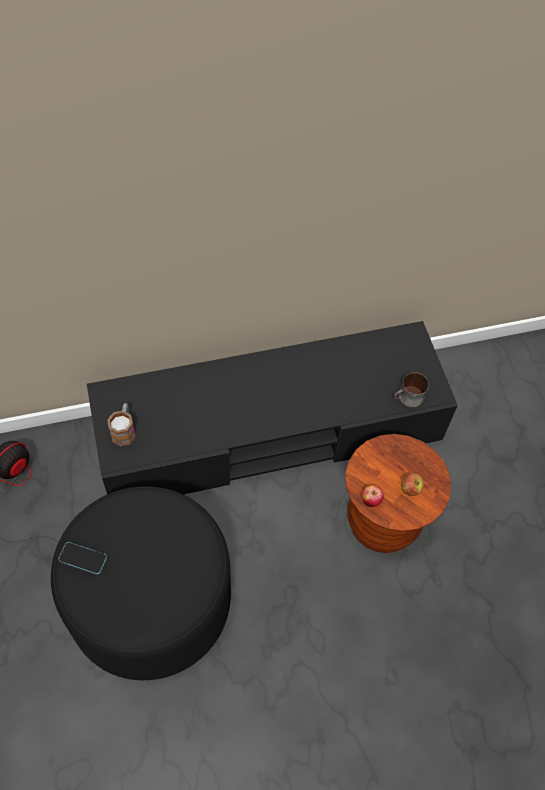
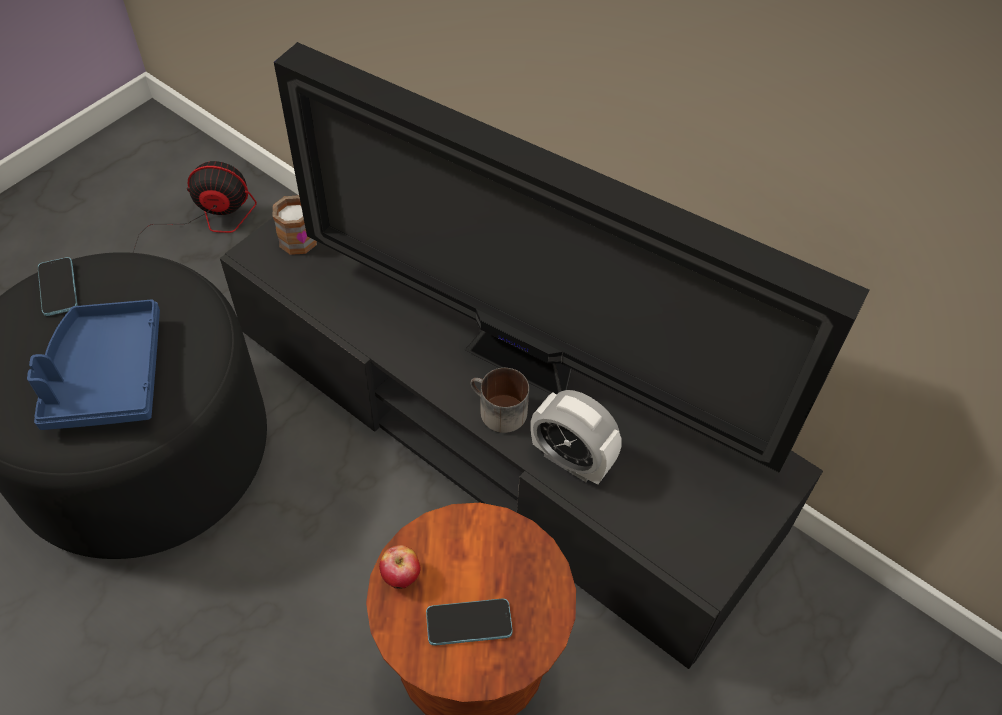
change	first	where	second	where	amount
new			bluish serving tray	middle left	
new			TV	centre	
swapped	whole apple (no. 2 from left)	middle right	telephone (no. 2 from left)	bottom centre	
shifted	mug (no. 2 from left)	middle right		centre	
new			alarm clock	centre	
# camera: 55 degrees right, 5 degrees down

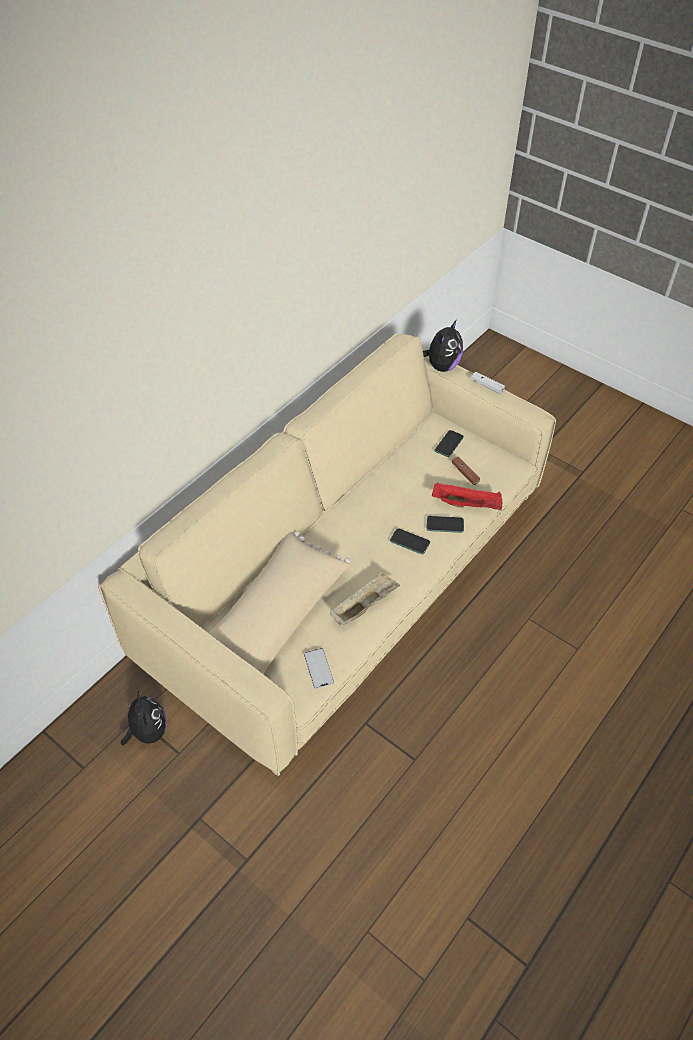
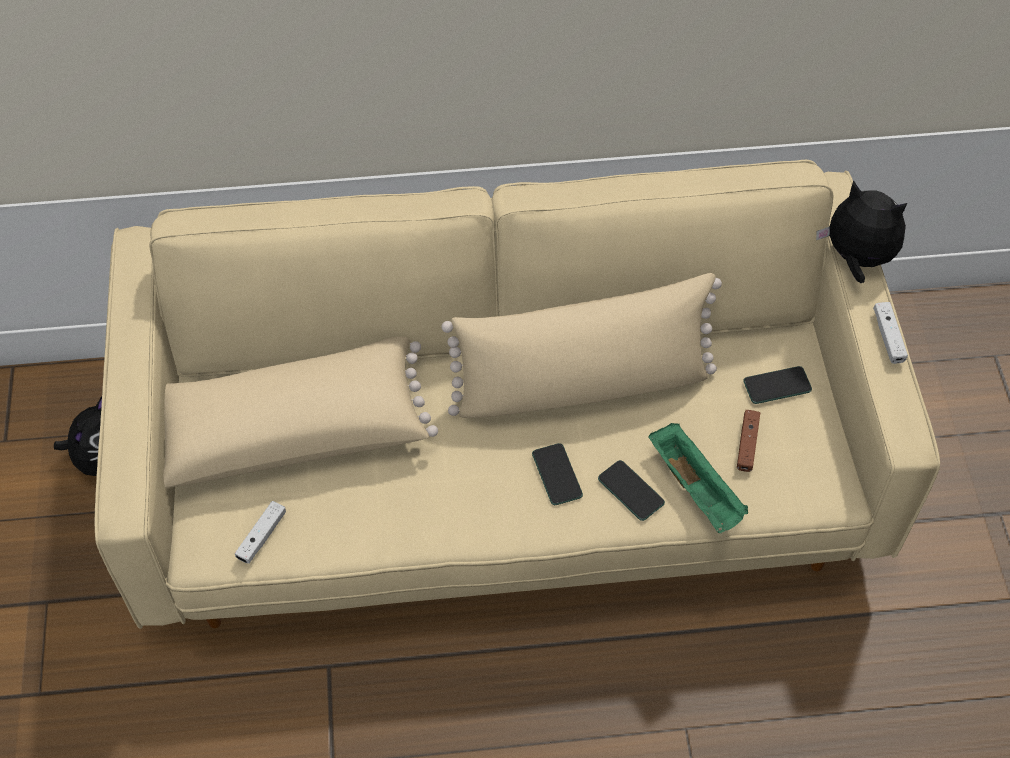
change	first	where	second	where	amount
swapped	telephone (no. 1 from left)	centre	white gamepad (no. 1 from left)	bottom left	
new			beige-coloured pillow (no. 2 from left)	centre	
repainted	red-coloured serving tray	middle right	greenish serving tray	middle right	
rotated	plush toy (no. 2 from left)	top centre		top right	135 degrees counterclockwise
gone	beige-coloured serving tray	centre			
# camera: 45 degrees right, 5 degrees up

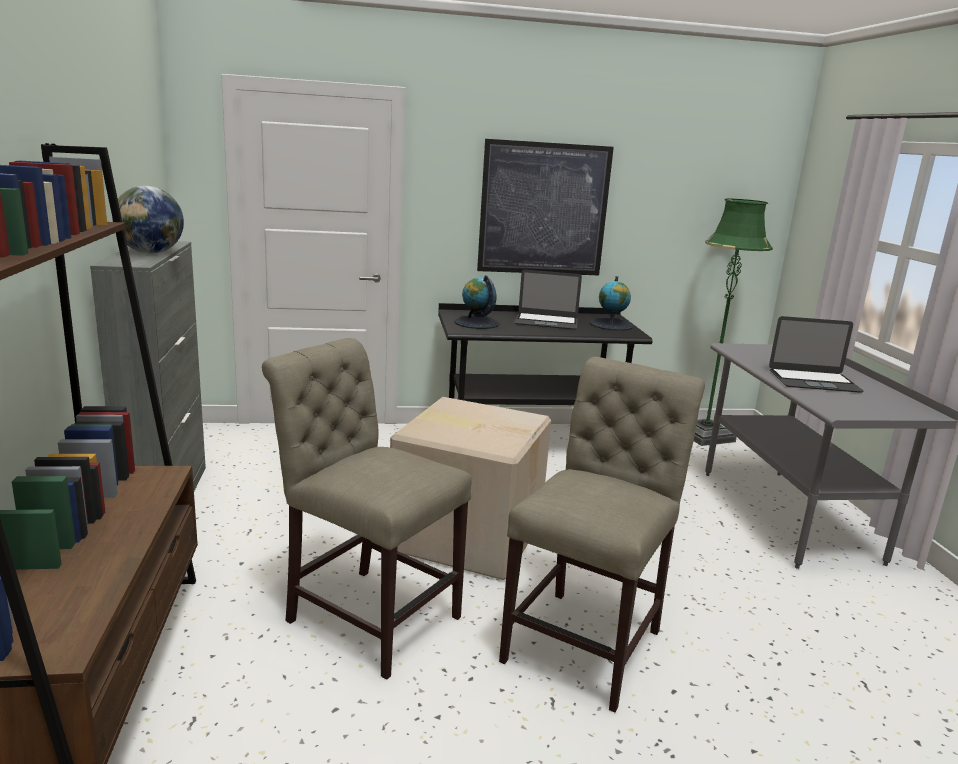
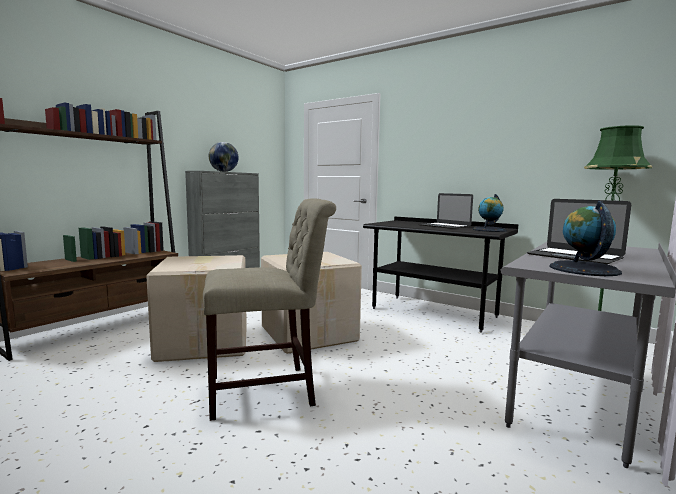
change	first	where	second	where	amount
swapped	beige-coloured upright chair (no. 1 from left)	centre	cardboard box (no. 1 from left)	middle left	
shifted	world globe (no. 2 from left in the first image)	centre	world globe (no. 3 from left)	middle right	
gone	wall art	top centre			
# camera: 45 degrees right, 10 degrees down

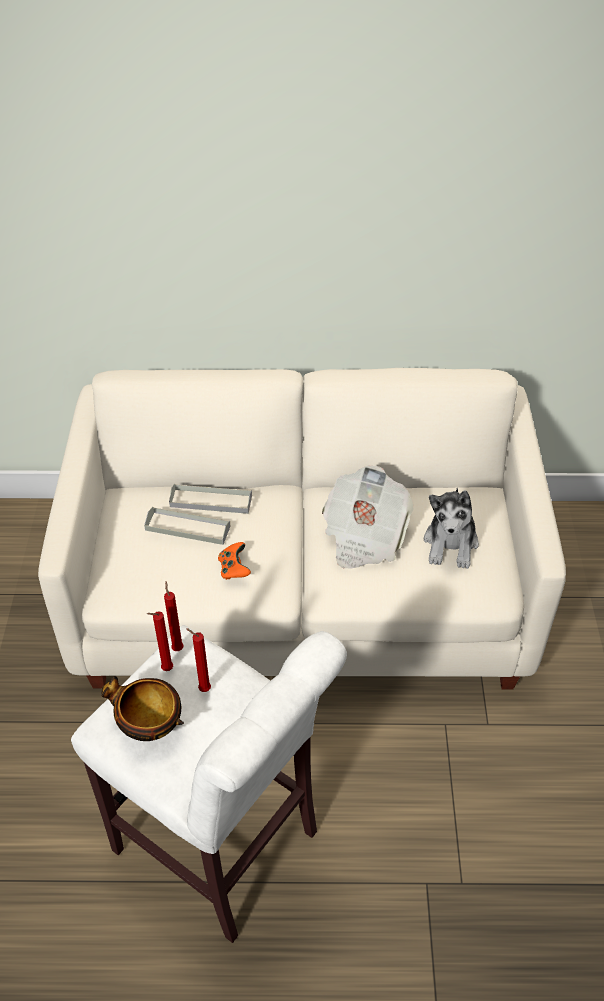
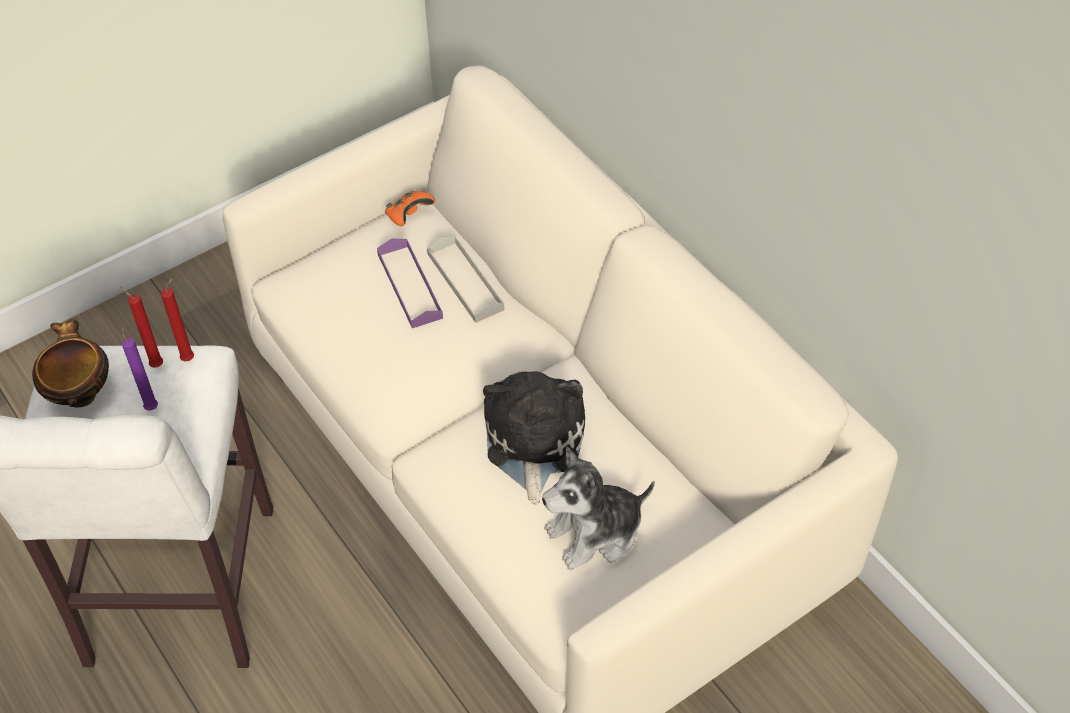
change	first	where	second	where	amount
repainted	red-coloured wax candle (no. 3 from left)	middle left	purple-coloured wax candle	middle left	
repainted	gray serving tray (no. 1 from left)	middle left	purple-coloured serving tray	centre	
shifted	orange-coloured gamepad	centre		top centre	
swapped	daily paper	centre	plush toy (no. 1 from left)	centre	
# camera: 55 degrees right, 5 degrees up

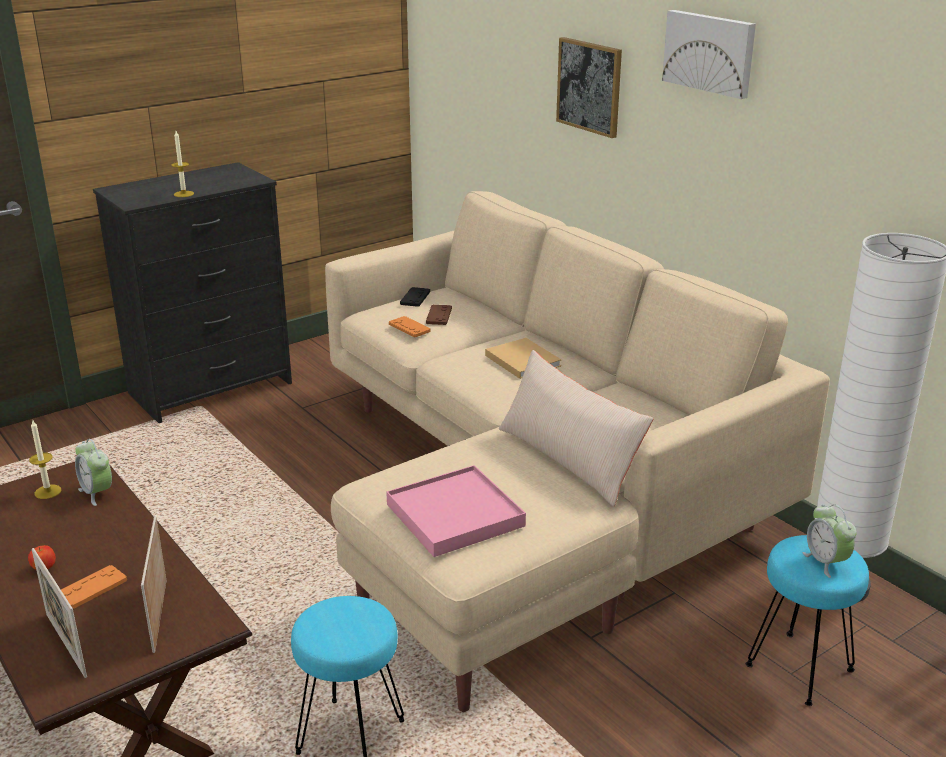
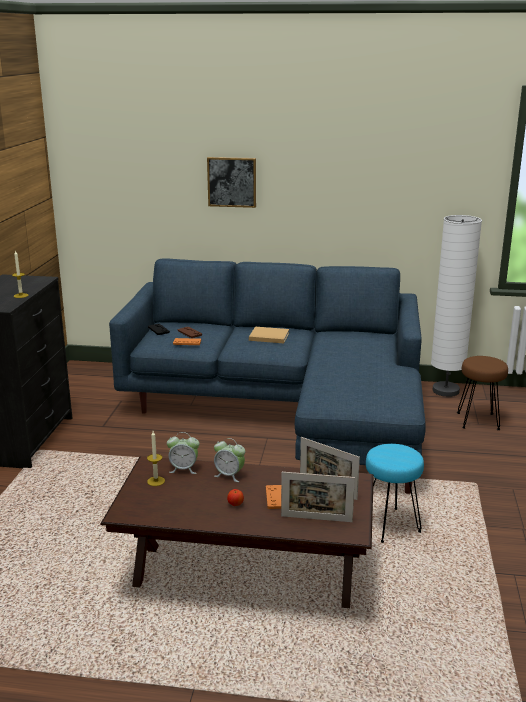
change	first	where	second	where	amount
repainted	beige-coloured sofa	centre	bluish sofa	centre	
shifted	alarm clock (no. 2 from left)	bottom right		centre	
repainted	blue-green stool (no. 2 from left)	bottom right	brown-coloured stool	middle right	
gone	pink serving tray	bottom centre			
gone	beige-coloured pillow	centre			
gone	wall art (no. 2 from left)	top right			
# camera: 45 degrees left, 5 degrees down

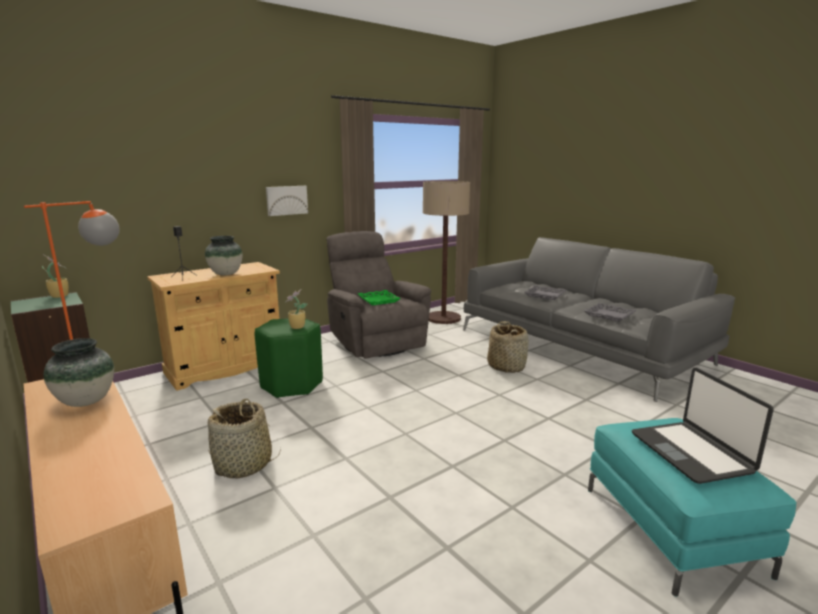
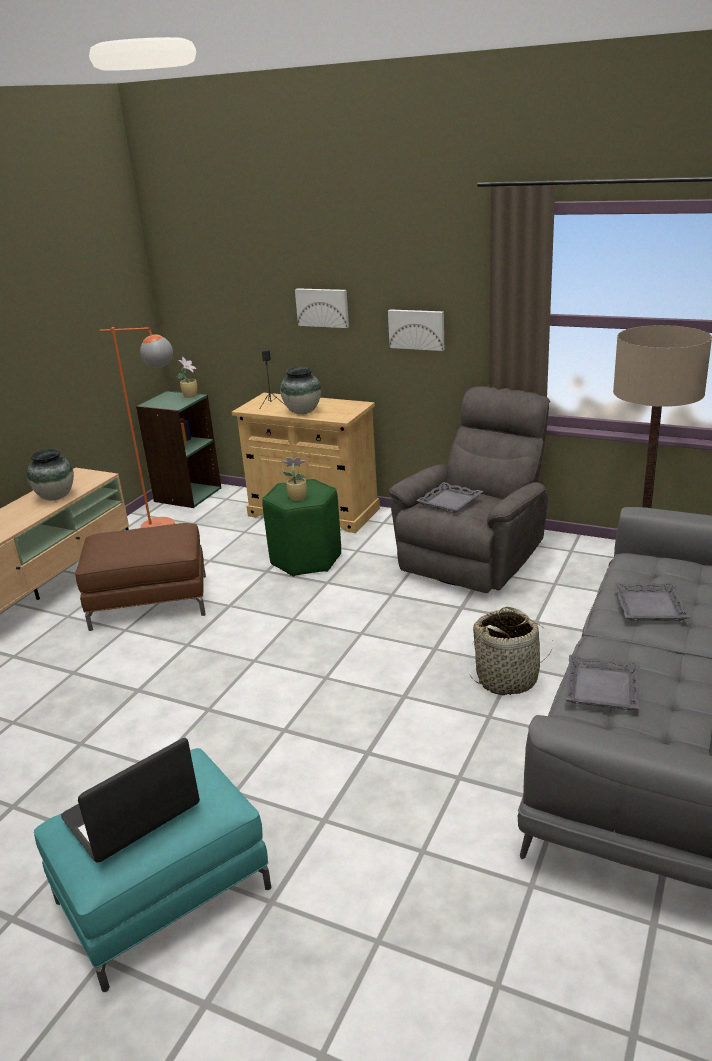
change	first	where	second	where	amount
swapped	storage basket (no. 1 from left)	bottom left	brown-coloured pouffe	middle left	
new			wall art (no. 1 from left)	top centre	
repainted	greenish serving tray	centre	gray serving tray (no. 1 from left)	centre	
# camera: 65 degrees right, 10 degrees up

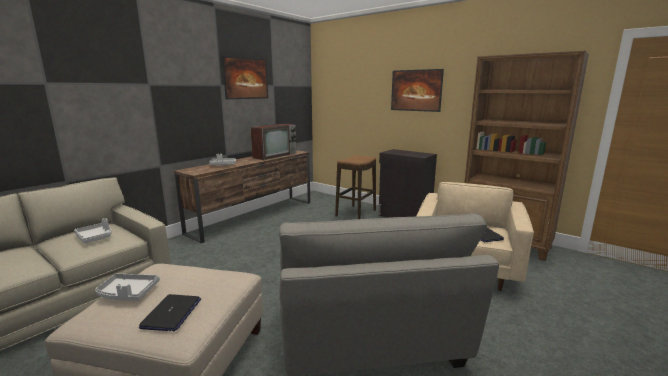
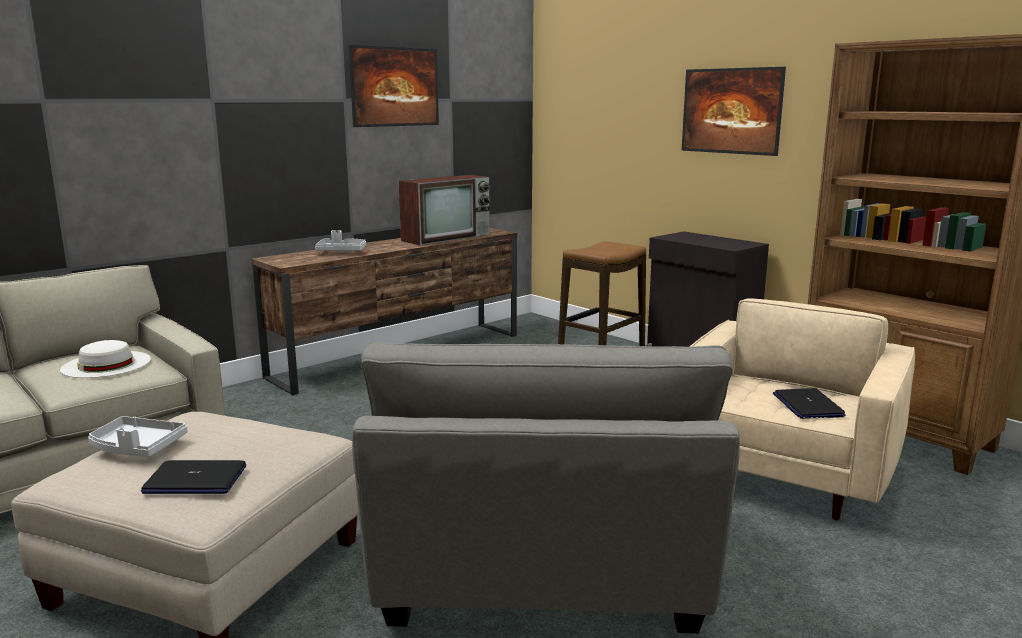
change	first	where	second	where	amount
swapped	gray serving tray (no. 1 from left)	middle left	white clothing hat	middle left	
rotated	portable computer (no. 1 from left)	bottom left		bottom left	75 degrees clockwise
# camera: 10 degrees right, 0 degrees up

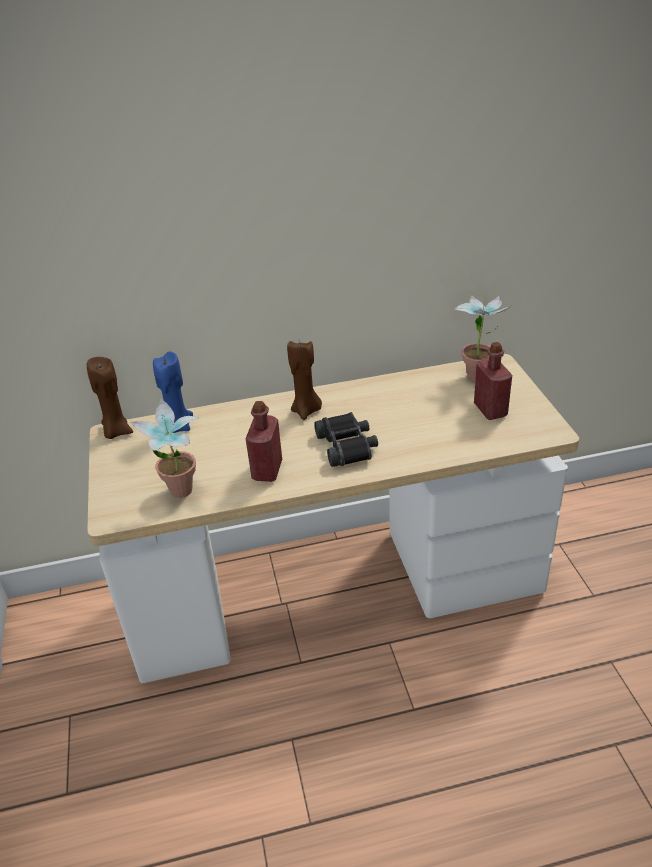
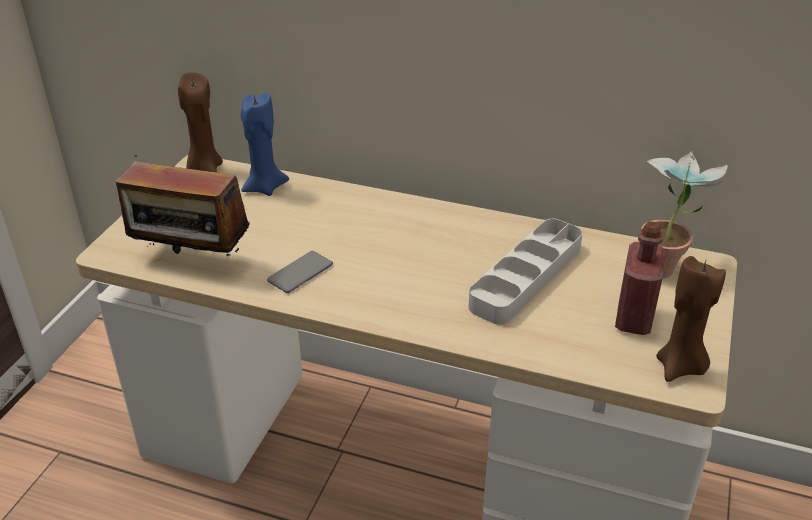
change	first	where	second	where	amount
swapped	plant in a pot (no. 1 from left)	middle left	radio	middle left	
swapped	red-coloured bottle (no. 1 from left)	centre	telephone	centre	
new			gray serving tray	centre	
shifted	brown-coloured wax candle (no. 2 from left)	centre		middle right	
gone	black pair of binoculars	centre			
# camera: 30 degrees right, 0 degrees up

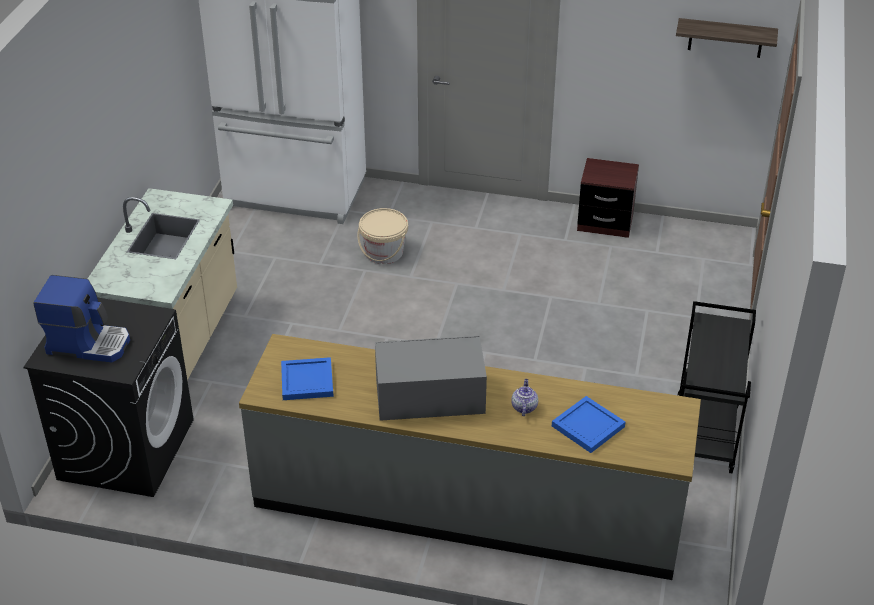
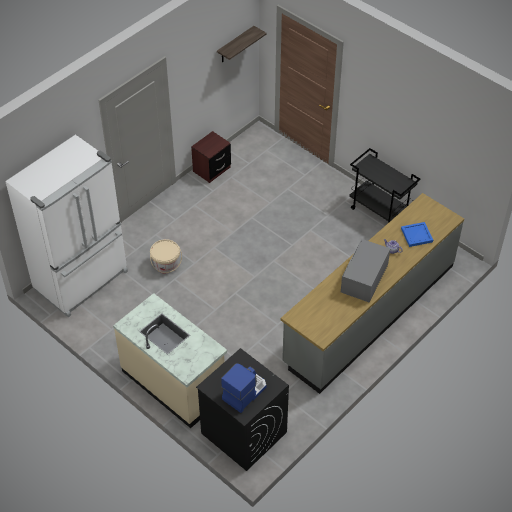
change	first	where	second	where	amount
gone	bluish serving tray (no. 1 from left)	centre			
# camera: 60 degrees left, 10 degrees up

